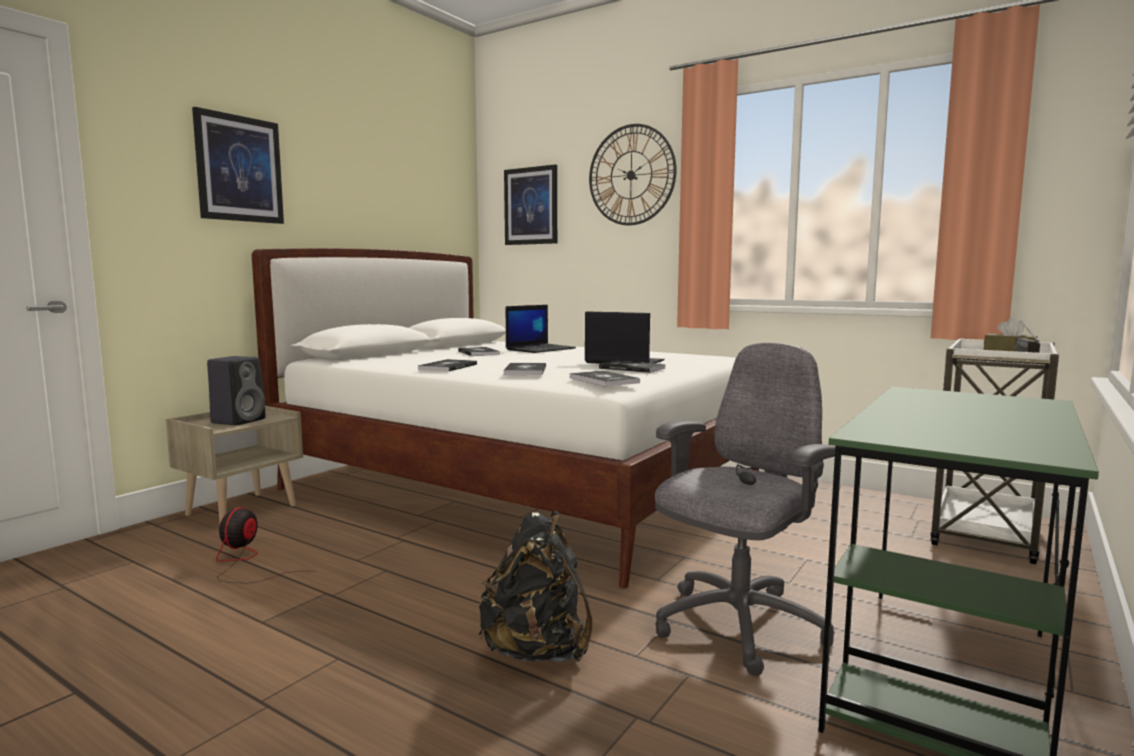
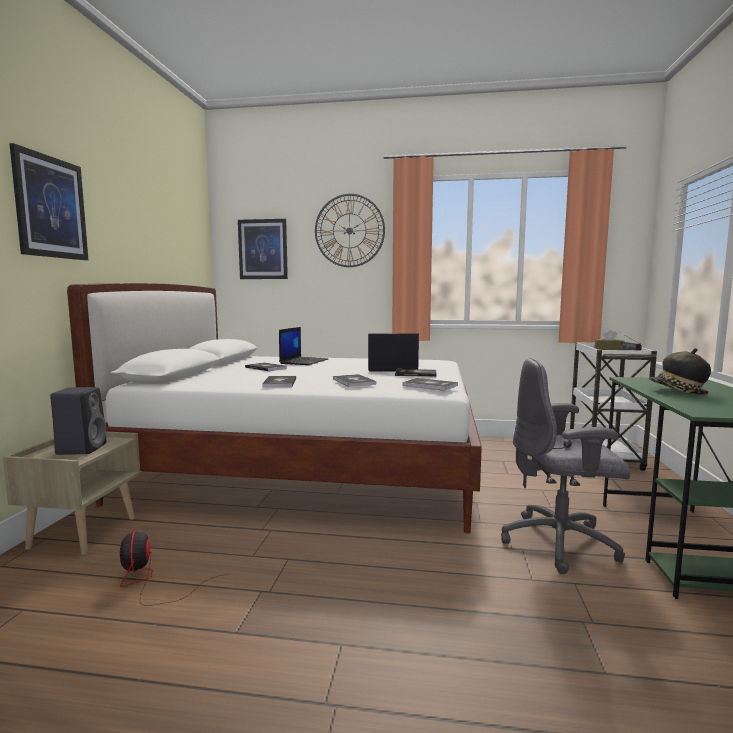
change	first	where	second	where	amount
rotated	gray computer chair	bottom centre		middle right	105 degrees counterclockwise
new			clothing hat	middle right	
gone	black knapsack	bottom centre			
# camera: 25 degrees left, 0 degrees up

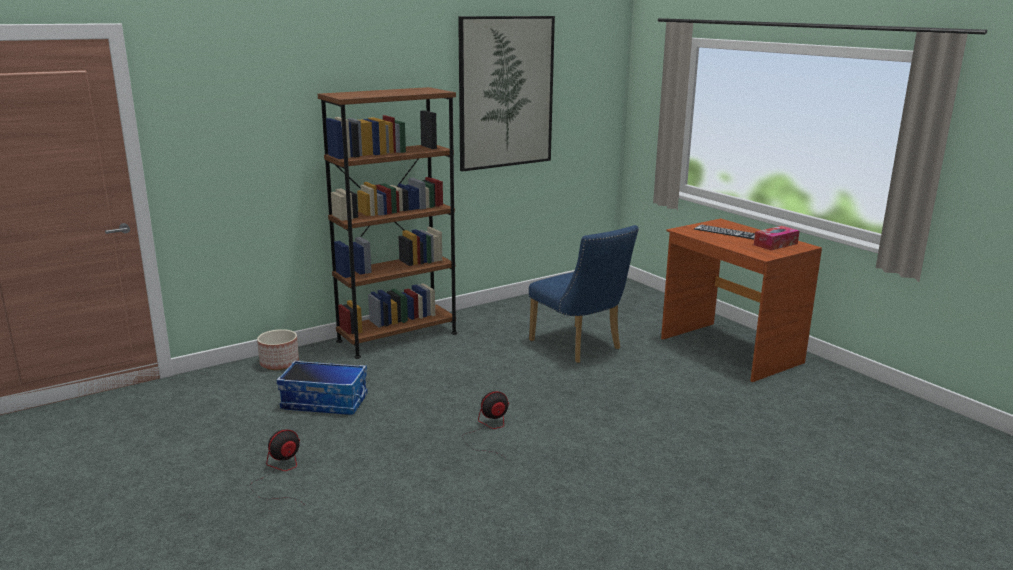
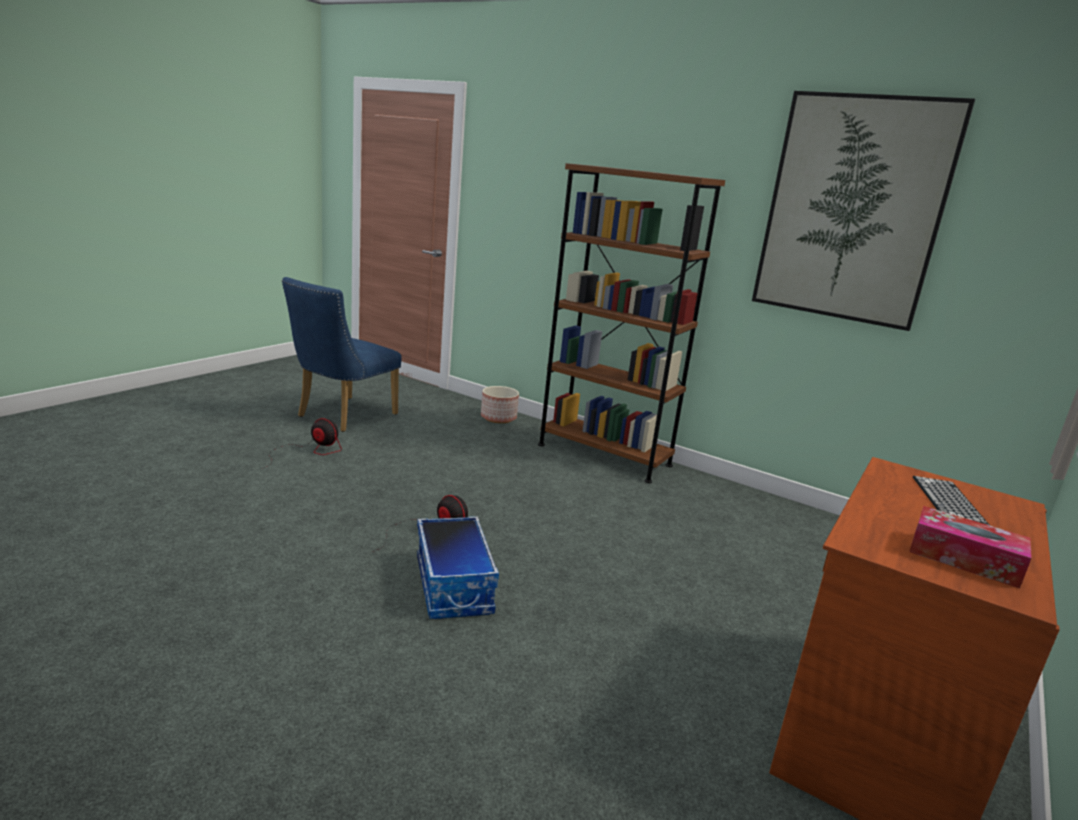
change	first	where	second	where	amount
shifted	bluish upright chair	centre		middle left	
shifted	storage bin	bottom left		bottom centre	
# camera: 65 degrees right, 0 degrees up

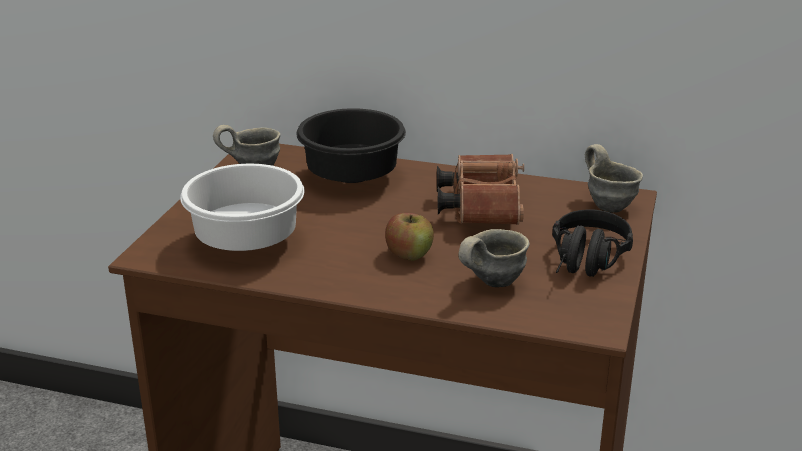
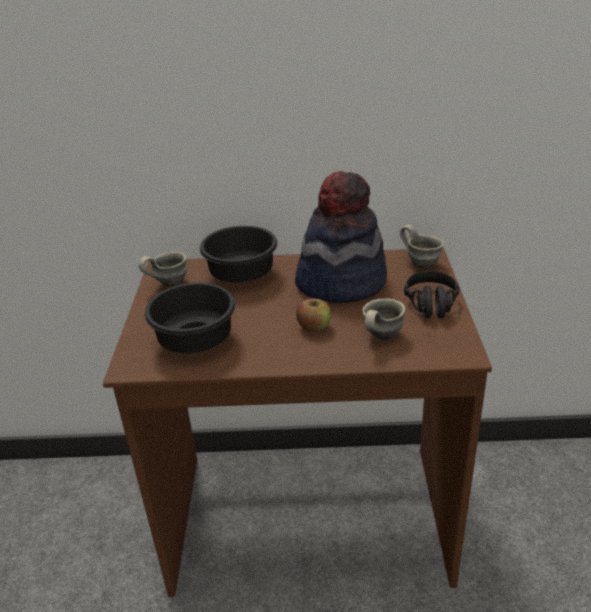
change	first	where	second	where	amount
repainted	white bowl	middle left	black bowl (no. 1 from left)	middle left	
swapped	brown-coloured pair of binoculars	centre	clothing hat	centre	
# camera: 15 degrees left, 5 degrees up

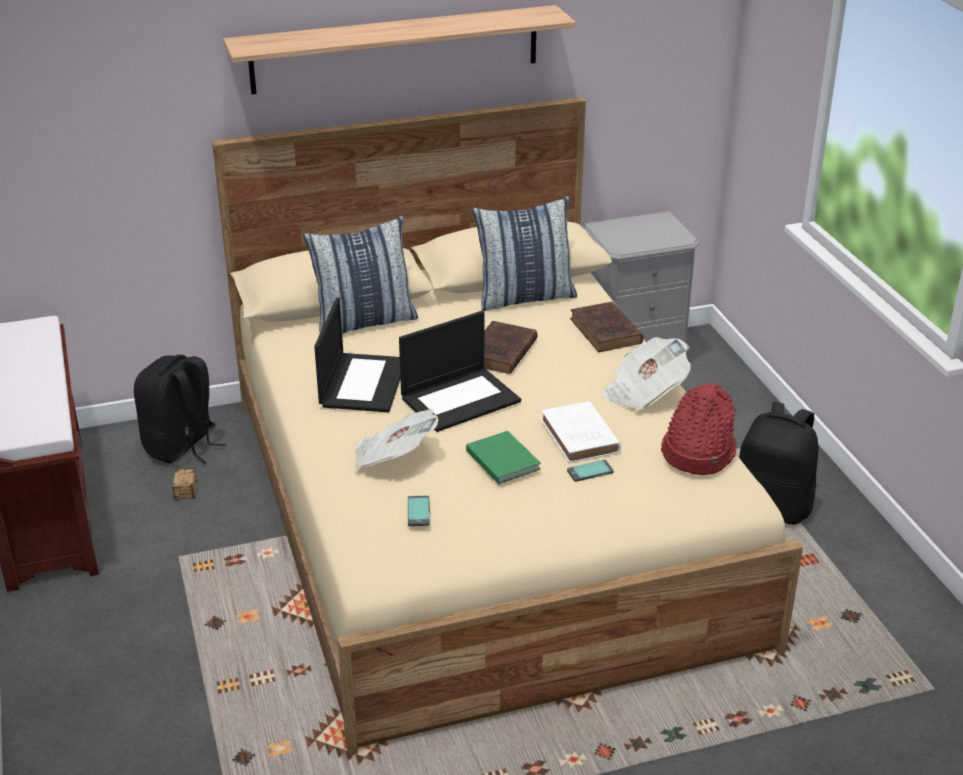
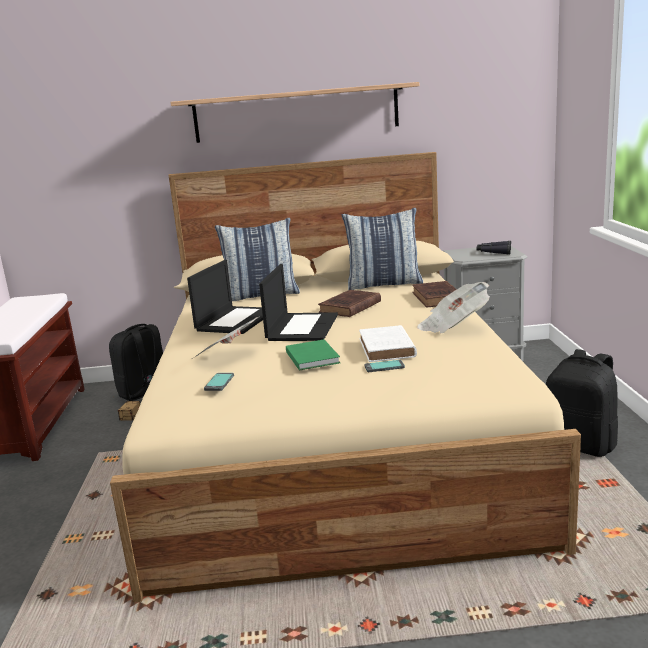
change	first	where	second	where	amount
rotated	portable computer (no. 2 from left)	centre		centre	60 degrees counterclockwise
new			black pair of binoculars	middle right	
gone	red-coloured clothing hat	middle right			
# camera: 15 degrees right, 15 degrees down

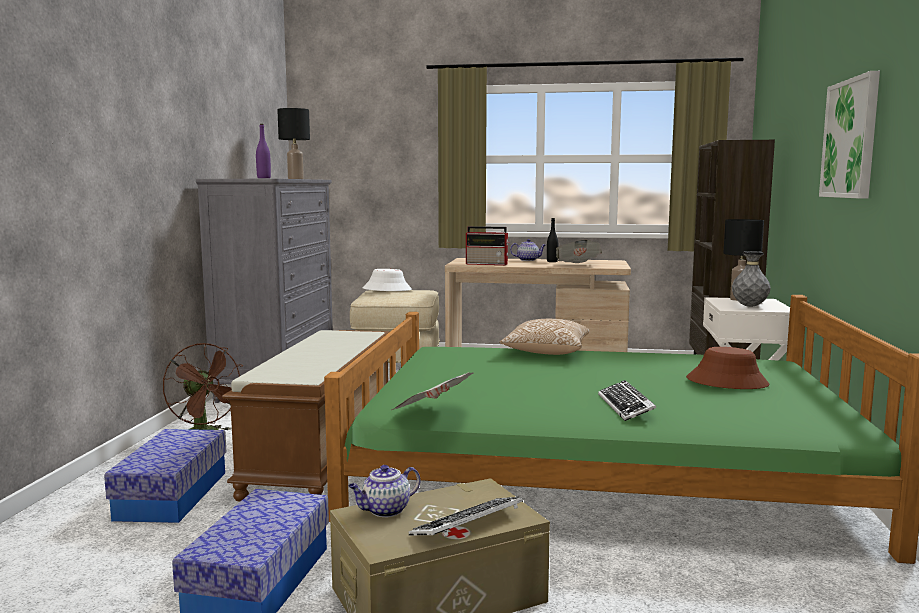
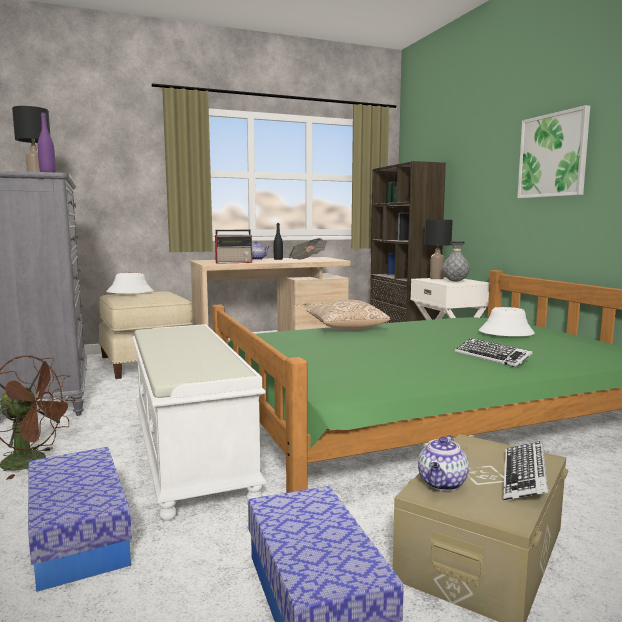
change	first	where	second	where	amount
repainted	brown-coloured bench	bottom left	white bench	bottom left	
repainted	brown-coloured clothing hat	middle right	white clothing hat (no. 2 from left)	middle right	
gone	daily paper (no. 1 from left)	centre			
# camera: 30 degrees left, 0 degrees up

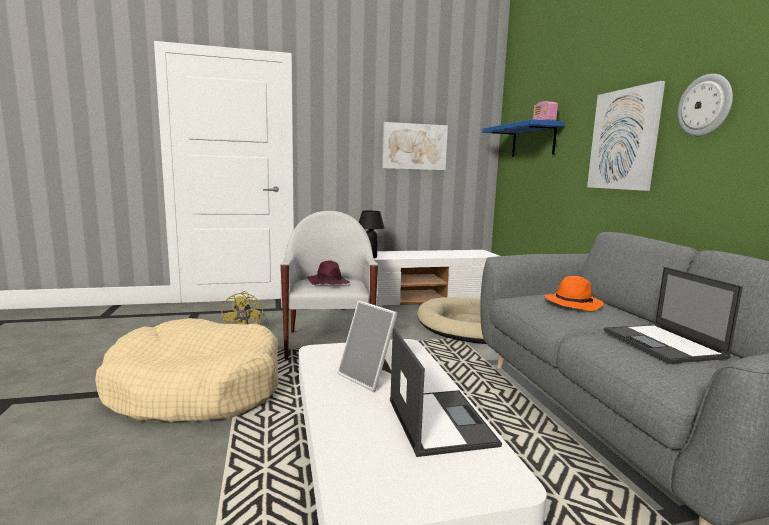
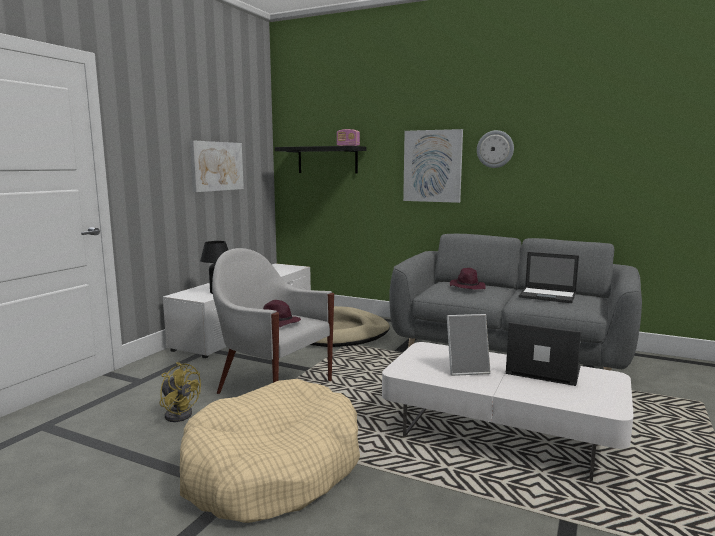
change	first	where	second	where	amount
repainted	bluish bracket shelf	top right	black bracket shelf	top centre	
repainted	orange-coloured clothing hat	middle right	purple-coloured clothing hat (no. 2 from left)	centre	
# camera: 50 degrees left, 0 degrees up

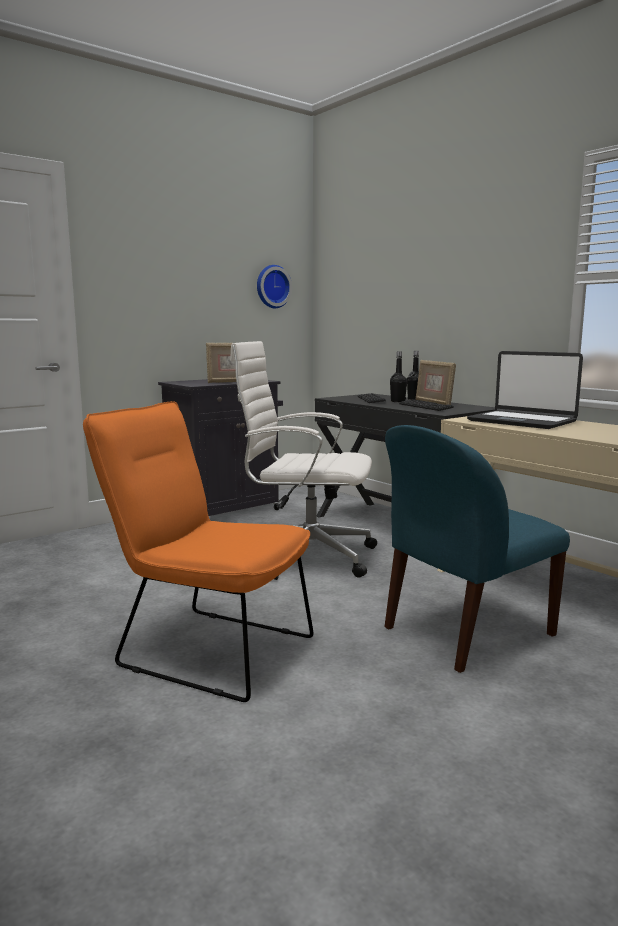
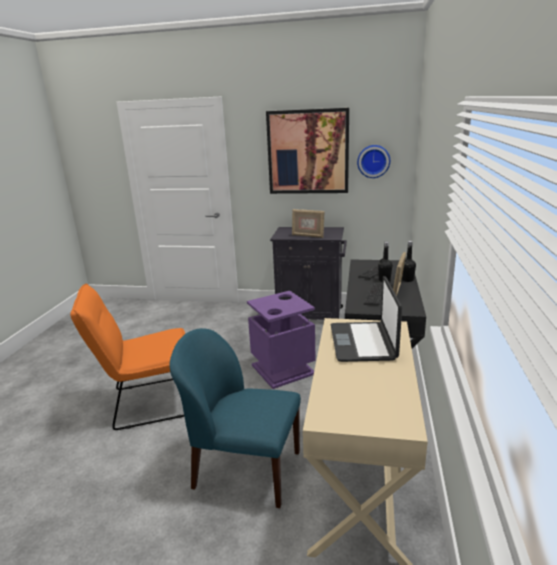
change	first	where	second	where	amount
rotated	orange-coloured upright chair	middle left		middle left	90 degrees counterclockwise
swapped	white computer chair	centre	purple-coloured trash can	centre	
new			wall art	top centre	
# camera: 50 degrees right, 10 degrees up

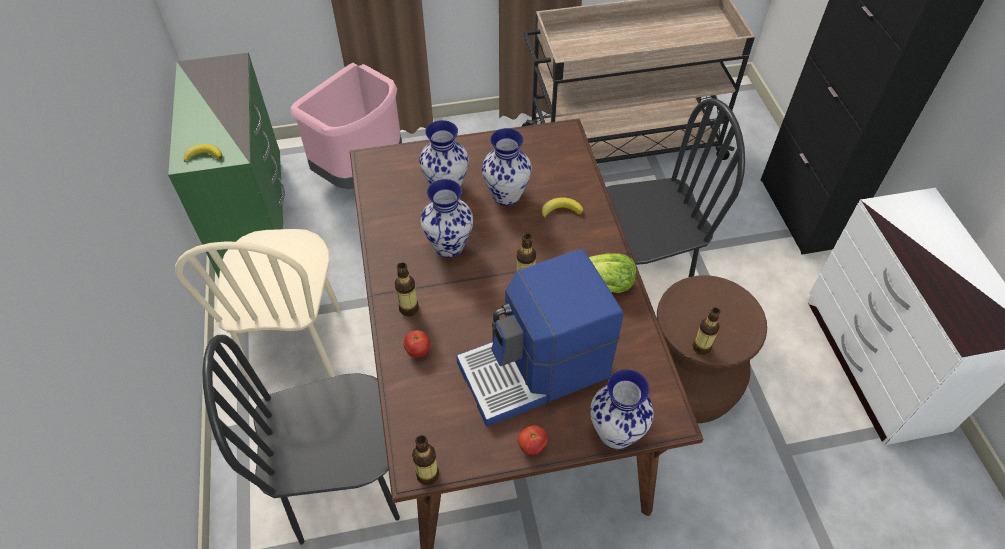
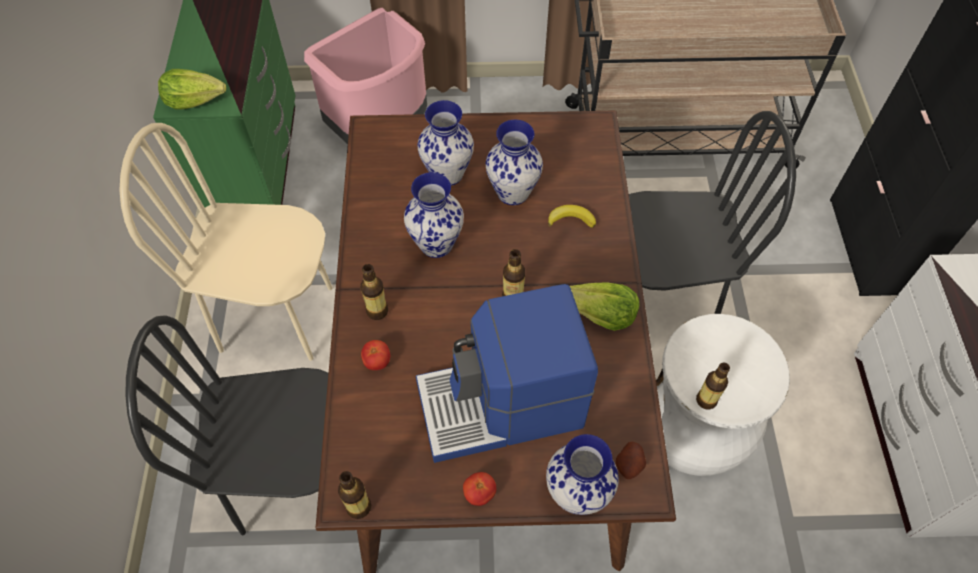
change	first	where	second	where	amount
rotated	beige-coloured upright chair	middle left		middle left	90 degrees clockwise
swapped	banana (no. 1 from left)	top left	lettuce (no. 1 from left)	top left	
new			potato	bottom centre	
repainted	brown-coloured stool	middle right	white stool	bottom right	
# camera: 10 degrees right, 5 degrees up

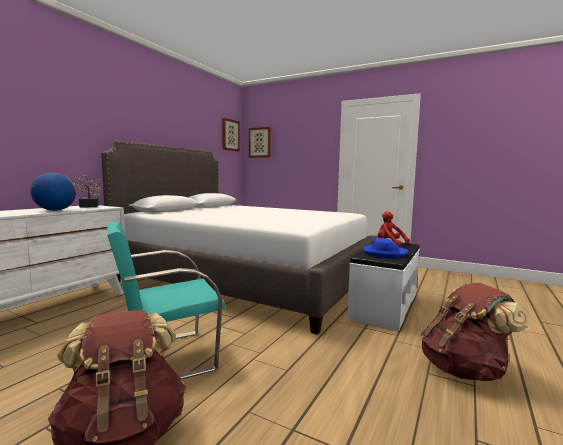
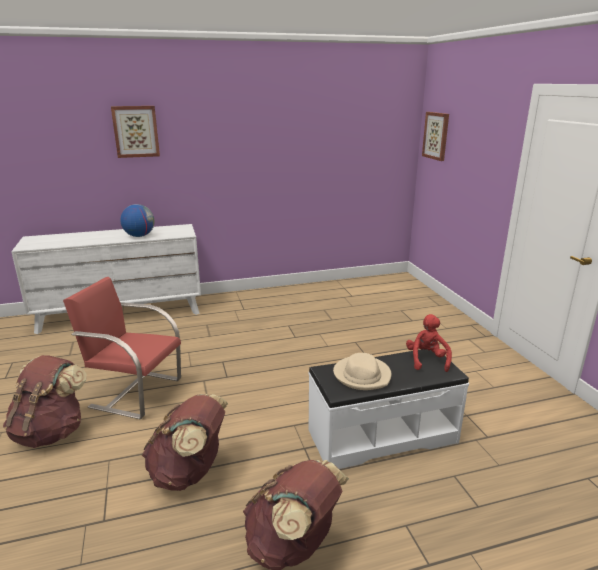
change	first	where	second	where	amount
repainted	blue-green upright chair	bottom left	red-coloured upright chair	middle left	
shifted	wall art (no. 1 from left)	top centre		top left	
new			brown-coloured knapsack (no. 2 from left)	bottom left	
repainted	bluish clothing hat	middle right	beige-coloured clothing hat	centre	
gone	plant in a pot	middle left			
gone	white bedroom bed	centre			
# camera: 45 degrees right, 15 degrees up

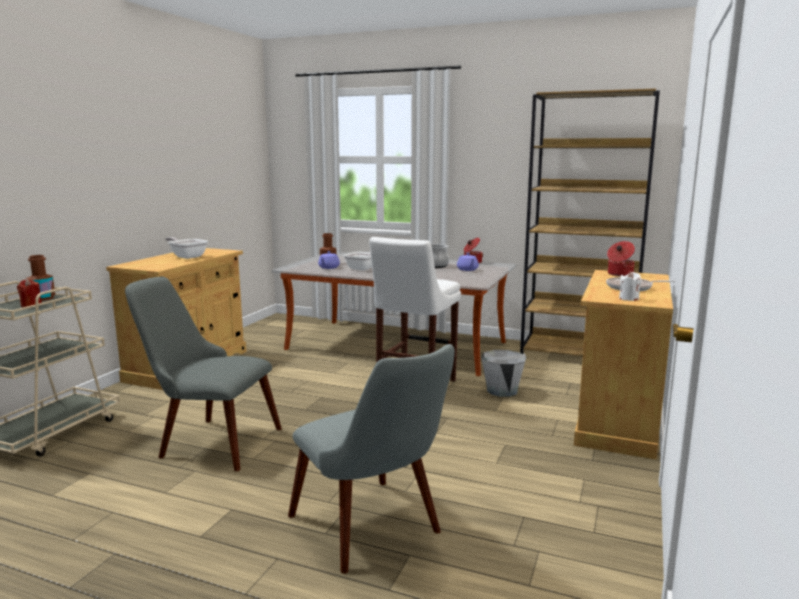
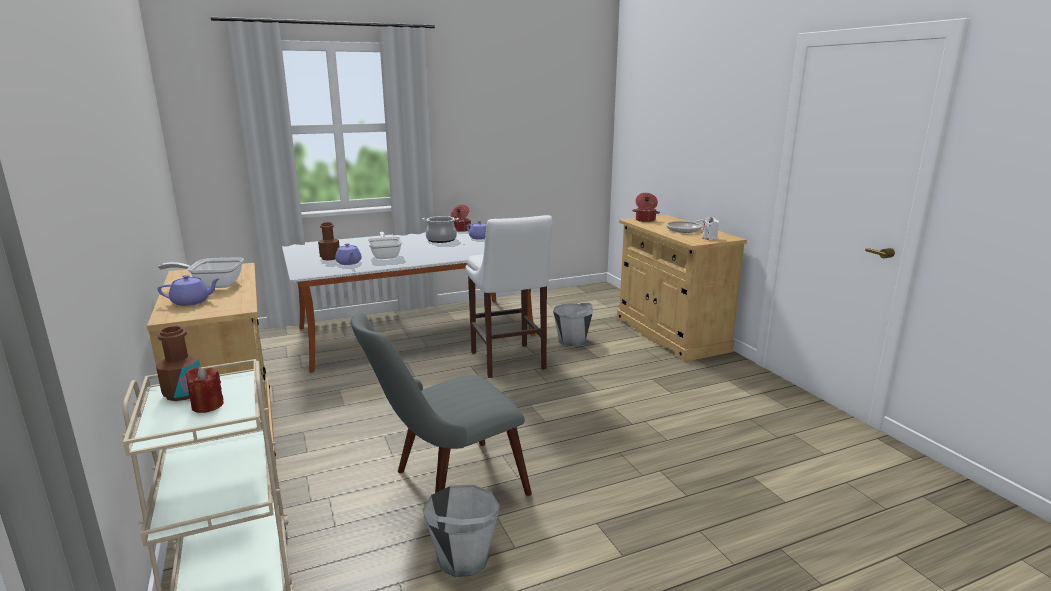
change	first	where	second	where	amount
new			purple-coloured teapot (no. 1 from left)	middle left	
new			gray bucket (no. 1 from left)	bottom centre	
gone	gray upright chair (no. 2 from left)	bottom centre			
gone	brown-coloured shelving unit	middle right			
# camera: 45 degrees left, 5 degrees up

